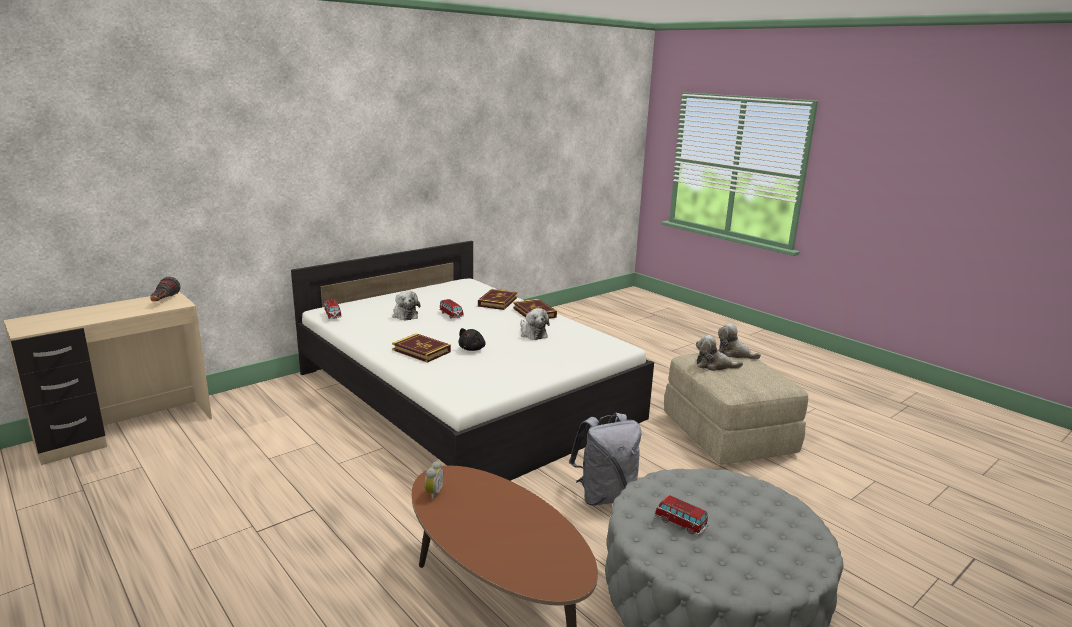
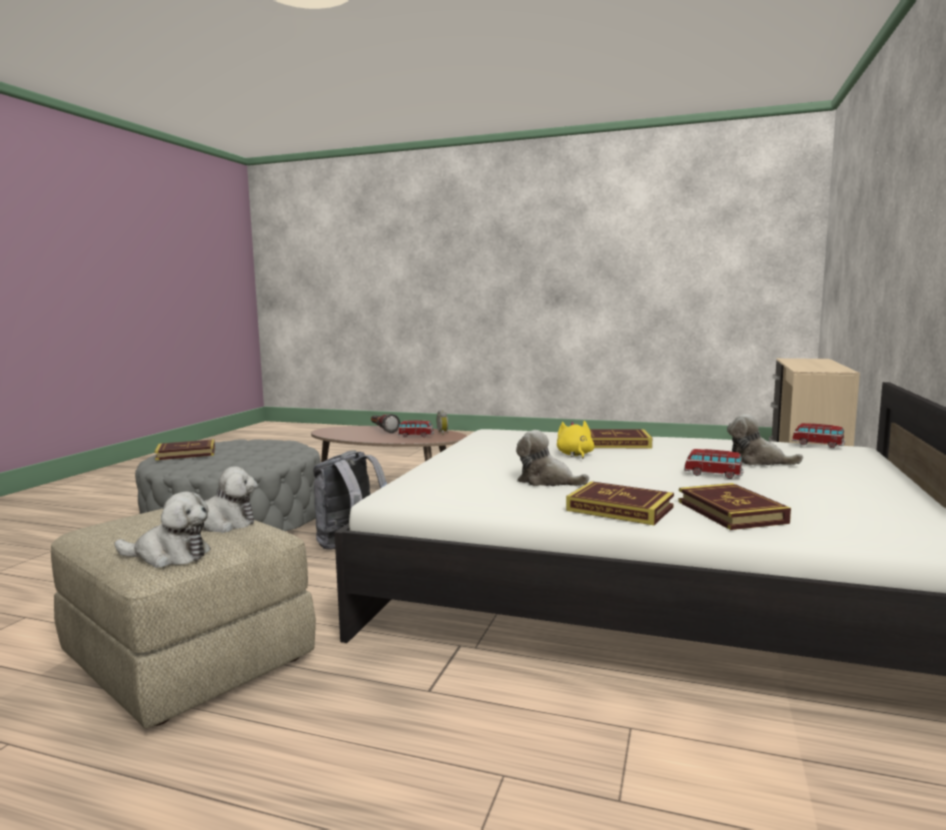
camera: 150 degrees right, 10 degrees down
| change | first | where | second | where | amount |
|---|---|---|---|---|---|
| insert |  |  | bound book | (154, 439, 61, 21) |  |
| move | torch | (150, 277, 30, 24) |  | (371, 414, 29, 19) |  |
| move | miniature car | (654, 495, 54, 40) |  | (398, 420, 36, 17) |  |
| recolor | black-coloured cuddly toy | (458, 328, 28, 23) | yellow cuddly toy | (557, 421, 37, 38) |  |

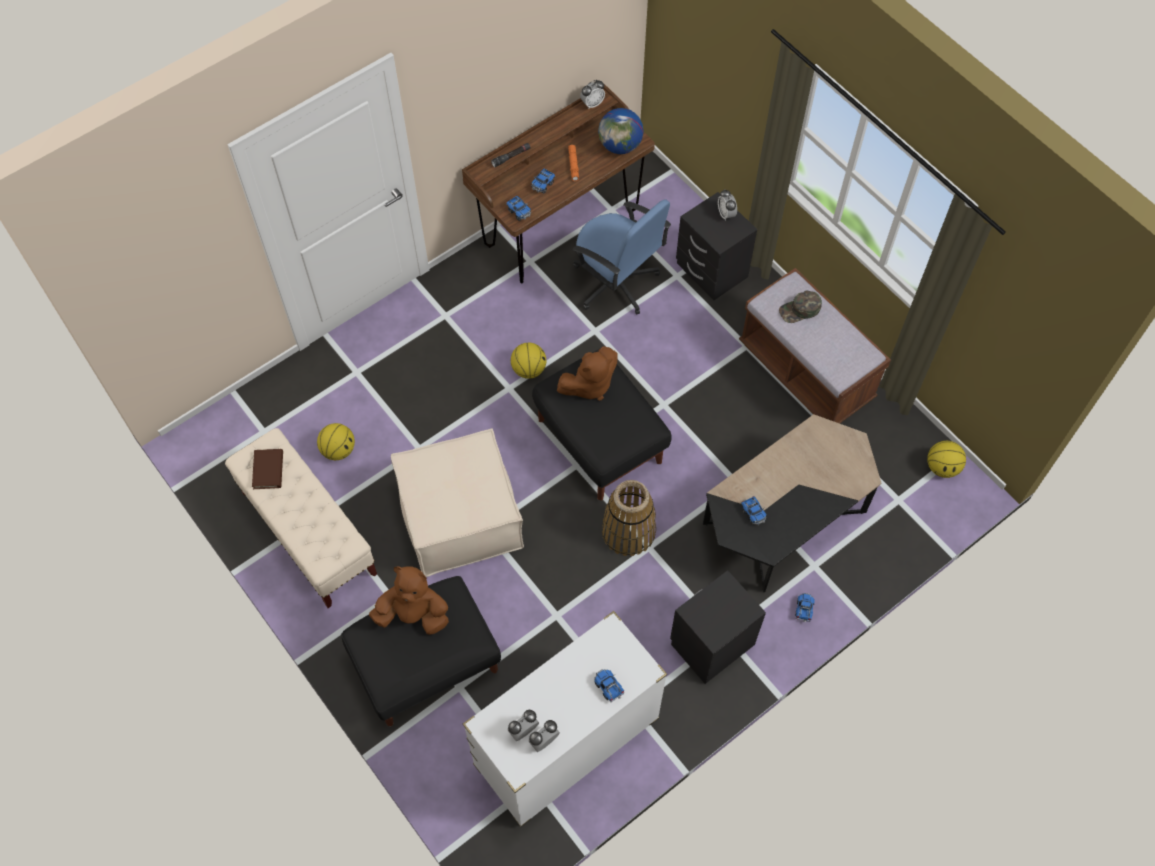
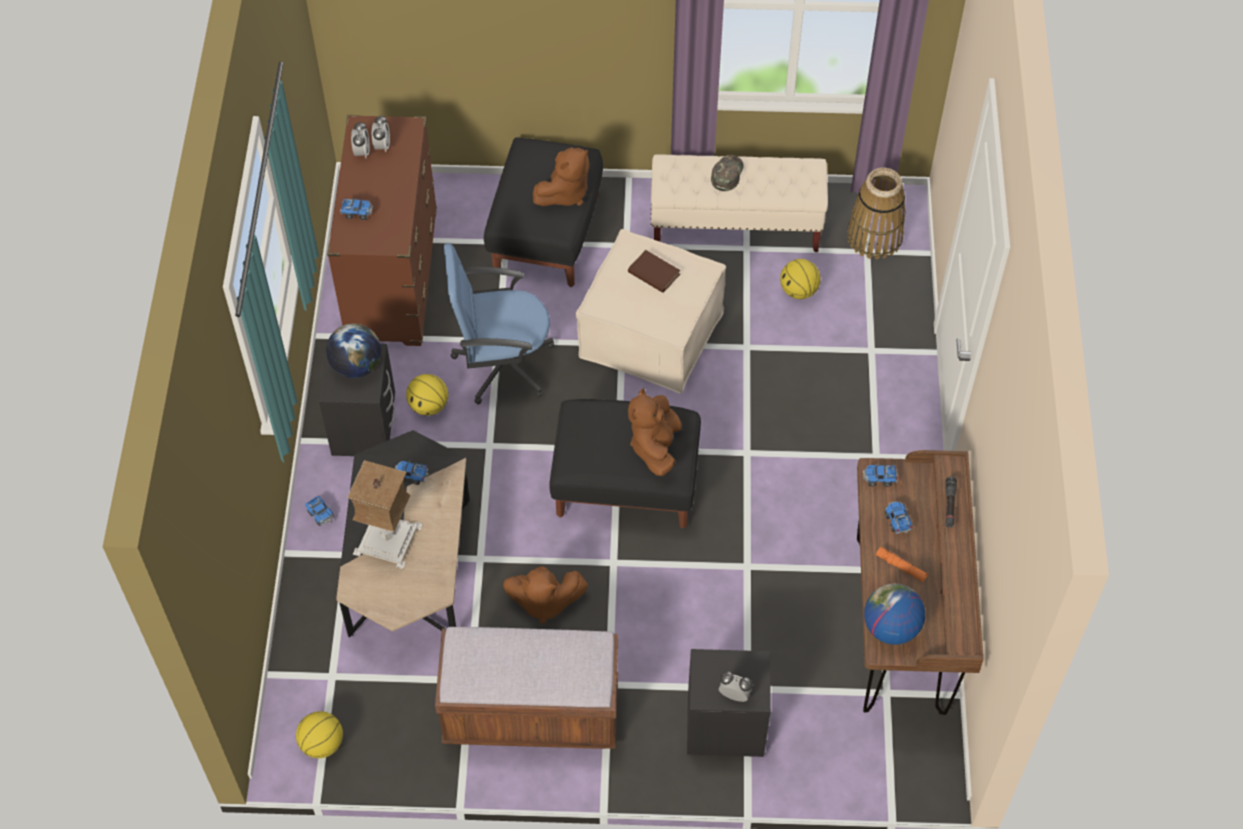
camera: 130 degrees right, 5 degrees down
| change | first | where | second | where | amount |
|---|---|---|---|---|---|
| delete | bedside clock | (580, 80, 25, 28) |  |  |  |
| insert |  |  | desk globe | (326, 323, 55, 55) |  |
| insert |  |  | tabletop lamp | (347, 460, 76, 109) |  |
| insert |  |  | brown cuddly toy | (503, 566, 85, 58) |  |
| move | brown bound book | (252, 449, 31, 40) |  | (628, 250, 52, 43) |  |
| move | basketball | (511, 343, 35, 36) |  | (406, 374, 42, 42) |  |
| move | bluish computer chair | (573, 200, 98, 115) |  | (444, 243, 110, 162) |  |
| move | household basket | (602, 480, 54, 76) |  | (847, 167, 59, 92) |  |
| move | greenish baseball cap | (779, 290, 43, 33) |  | (711, 155, 33, 36) |  |
| recolor | white dresser | (463, 611, 204, 216) | brown dresser | (327, 115, 110, 231) |  |

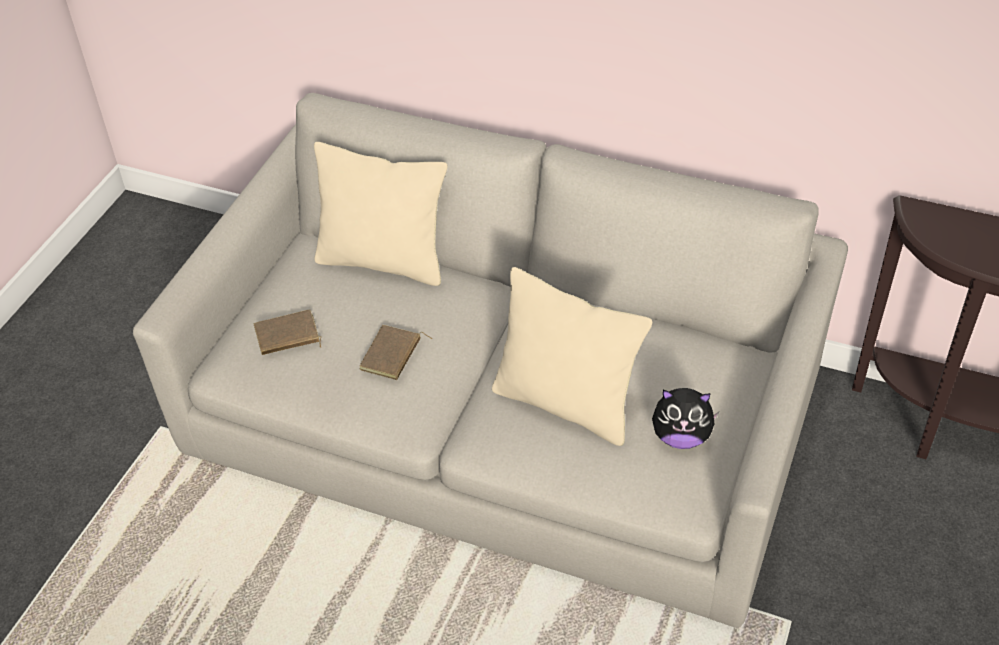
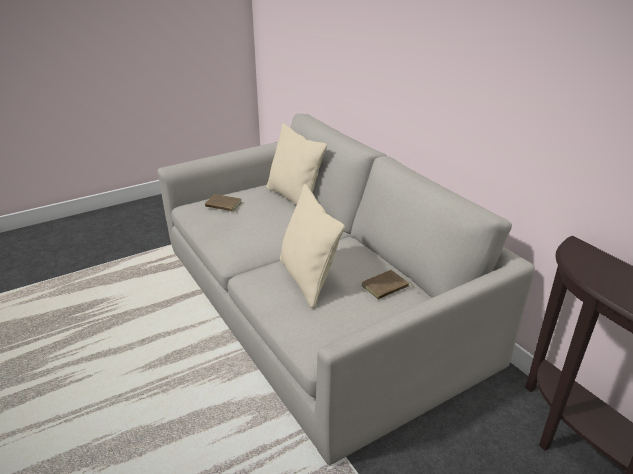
camera: 35 degrees right, 15 degrees down
| change | first | where | second | where | amount |
|---|---|---|---|---|---|
| delete | cuddly toy | (652, 388, 67, 61) |  |  |  |
| move | brown bound book | (359, 325, 73, 55) |  | (362, 270, 52, 29) |  |

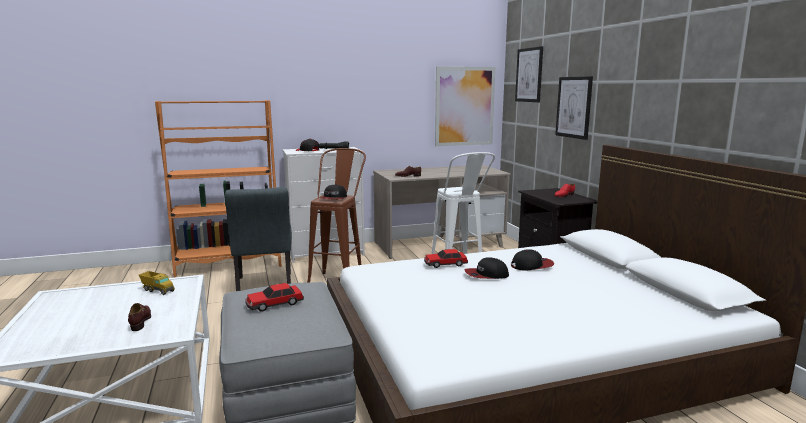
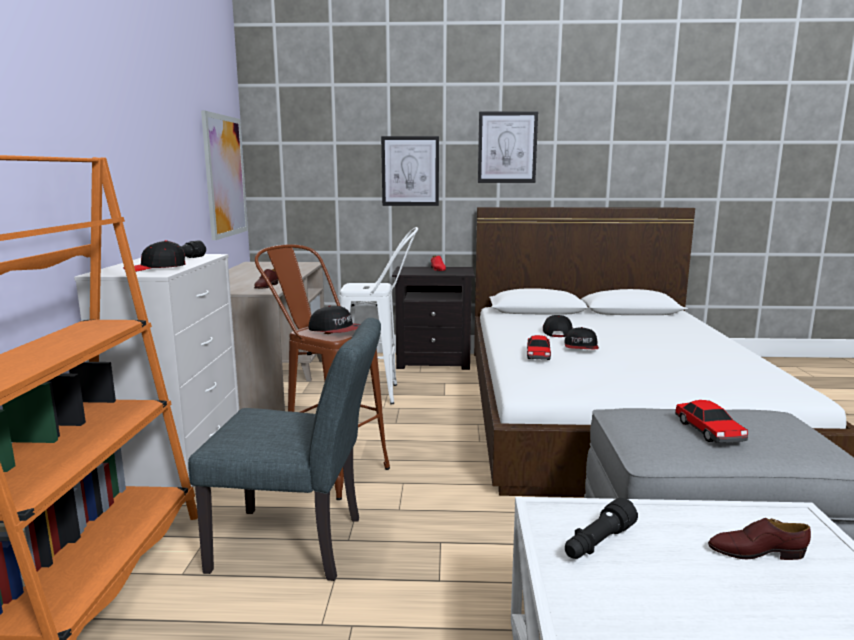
camera: 70 degrees left, 0 degrees up
| change | first | where | second | where | amount |
|---|---|---|---|---|---|
| move | wall art | (515, 46, 28, 56) |  | (478, 111, 60, 72) |  |
| replace | toy lorry | (139, 271, 36, 24) | black-coloured torch | (565, 498, 73, 61) |  |

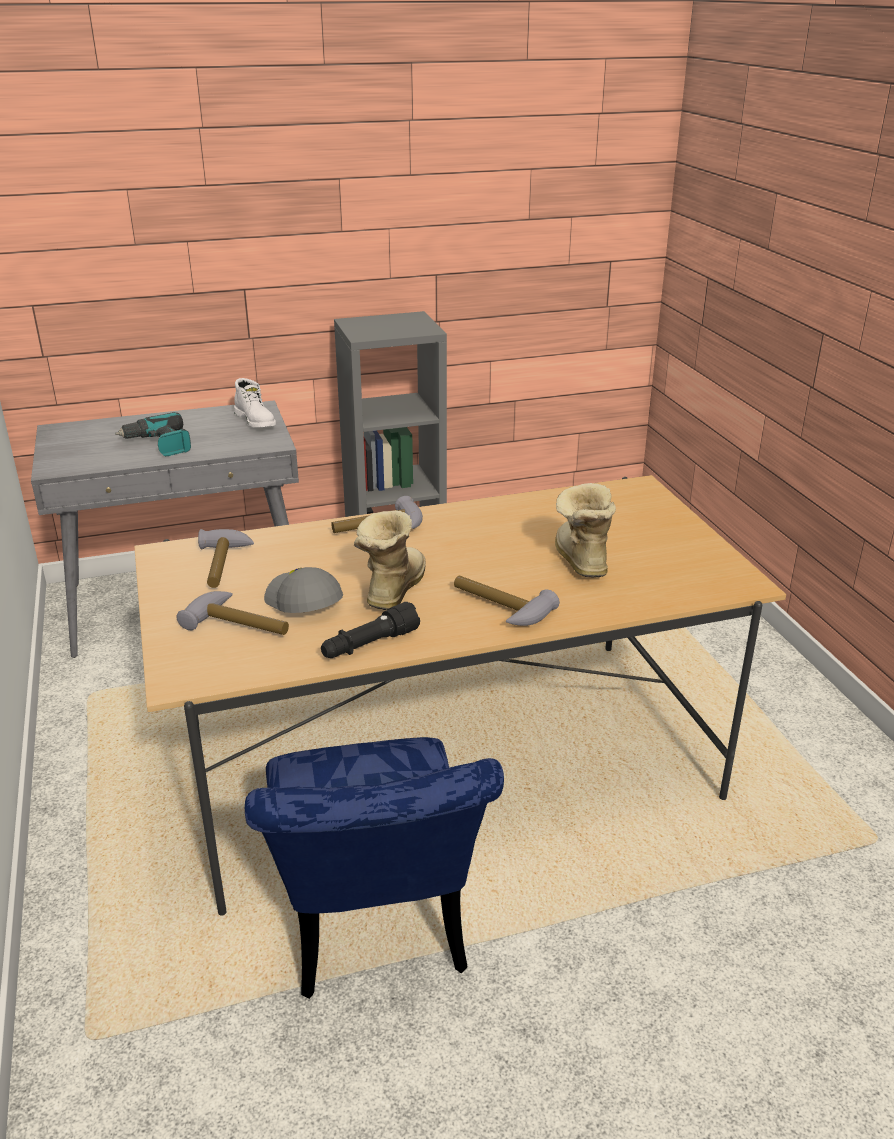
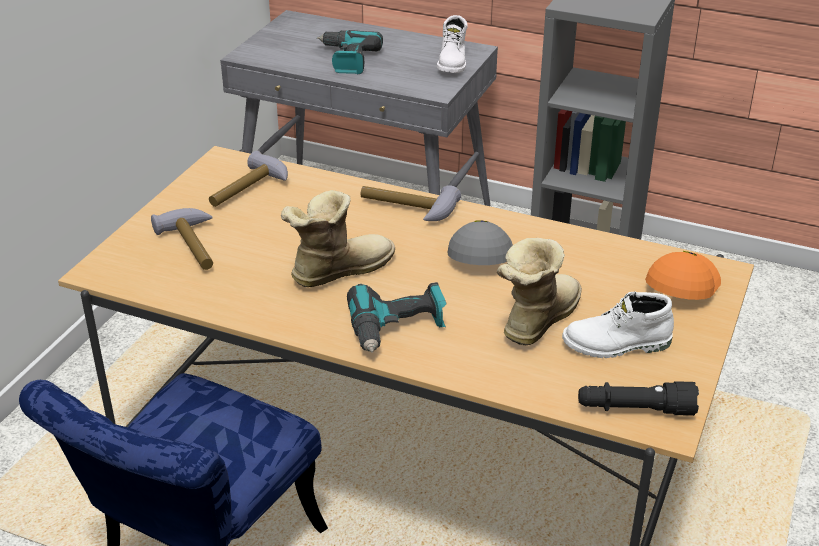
camera: 40 degrees right, 5 degrees up
| change | first | where | second | where | amount |
|---|---|---|---|---|---|
| insert |  |  | white high-top boot | (562, 291, 112, 67) |  |
| insert |  |  | orangey baseball cap | (645, 251, 76, 49) |  |
| move | greyish baseball cap | (264, 567, 79, 46) |  | (447, 220, 66, 45) |  |
| move | black-coloured torch | (321, 602, 99, 56) |  | (578, 381, 121, 35) |  |
| replace | tool hammer | (454, 575, 106, 51) | drill | (347, 282, 100, 71) |  |

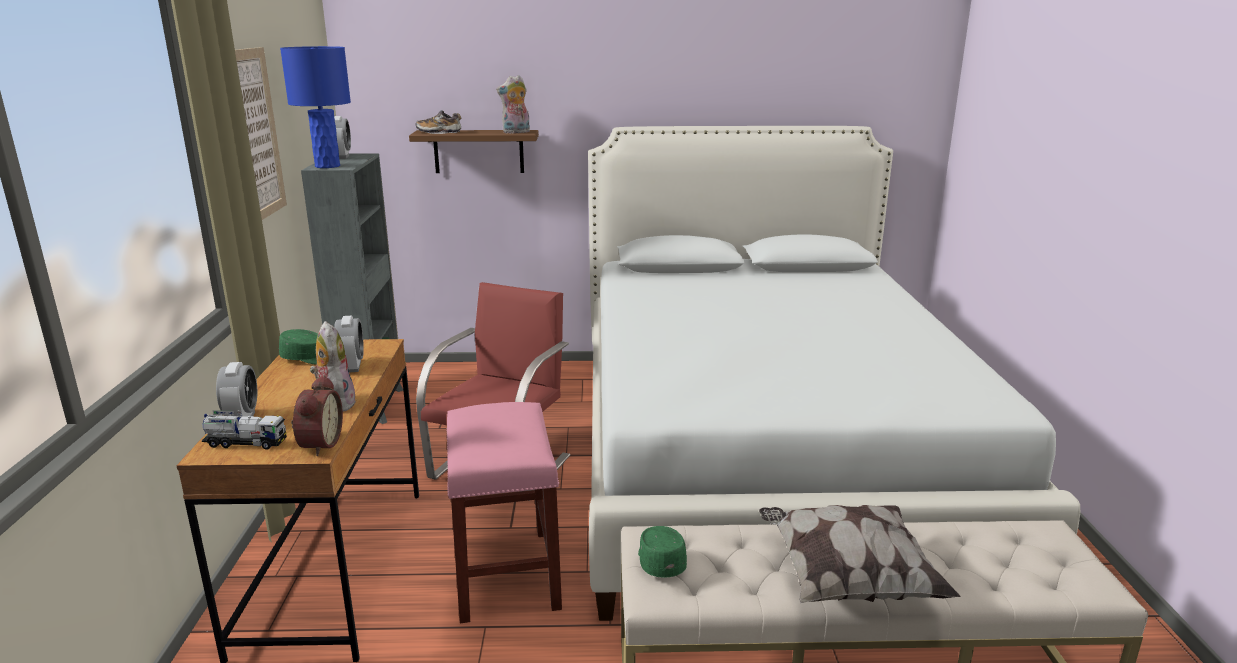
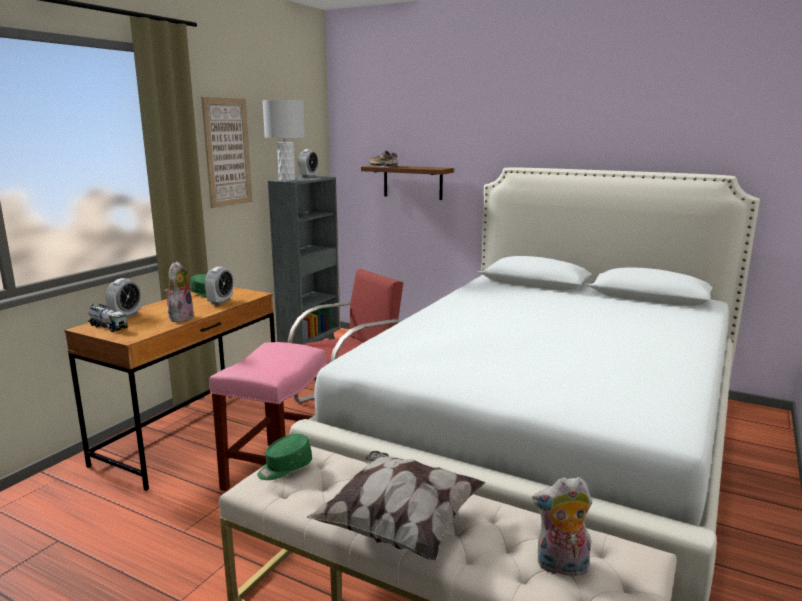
camera: 30 degrees right, 5 degrees down
| change | first | where | second | where | amount |
|---|---|---|---|---|---|
| delete | bedside clock | (291, 375, 52, 81) |  |  |  |
| move | cuddly toy | (496, 75, 34, 59) |  | (532, 477, 60, 99) |  |
| recolor | bluish tabletop lamp | (280, 46, 71, 122) | white tabletop lamp | (263, 100, 42, 81) |  |
| rotate | greenish baseball cap | (638, 526, 49, 52) |  | (257, 434, 55, 46) | 150 degrees counterclockwise |

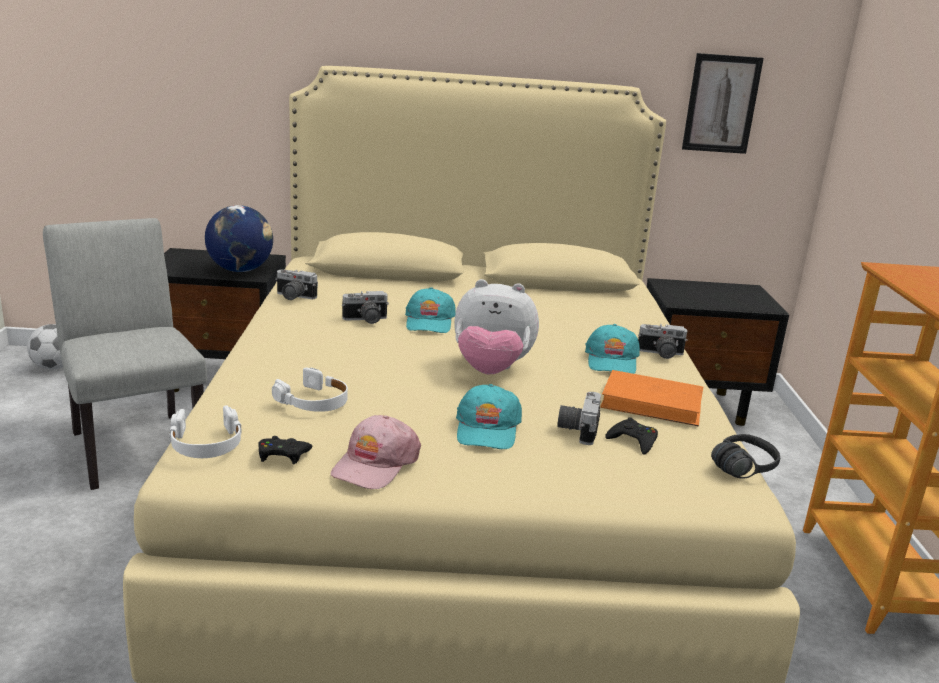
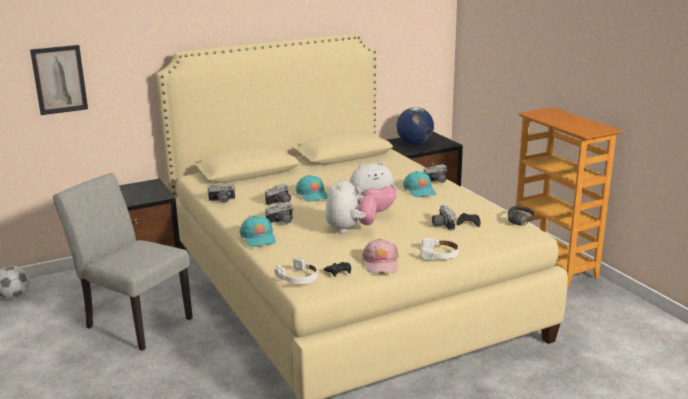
camera: 25 degrees left, 0 degrees up
| change | first | where | second | where | amount |
|---|---|---|---|---|---|
| delete | orangey bound book | (600, 370, 103, 57) |  |  |  |
| insert |  |  | still camera | (266, 202, 27, 22) |  |
| insert |  |  | cuddly toy | (325, 177, 51, 56) |  |
| move | desk globe | (205, 205, 68, 67) |  | (396, 107, 38, 38) |  |
| move | white pair of headphones | (272, 367, 76, 45) |  | (421, 238, 38, 22) |  |
| move | turquoise baseball cap | (456, 384, 66, 66) |  | (239, 215, 37, 32) |  |
| move | wall art | (682, 53, 82, 101) |  | (30, 45, 58, 70) |  |

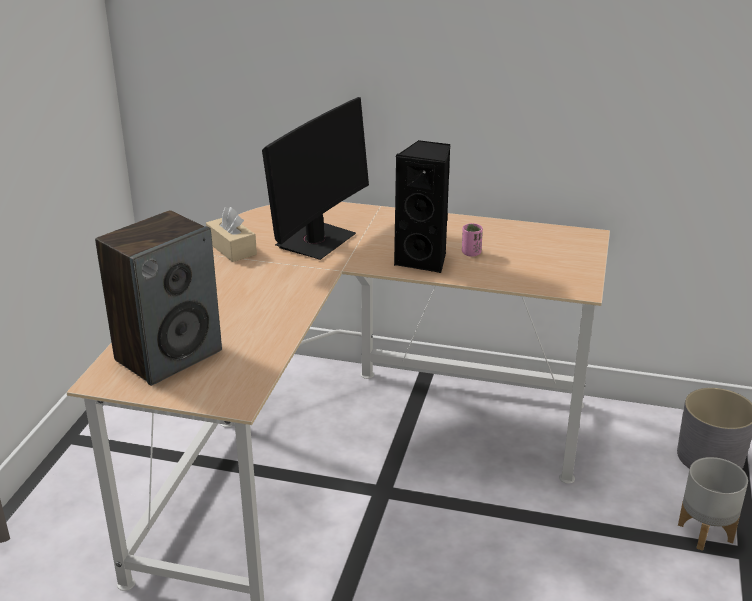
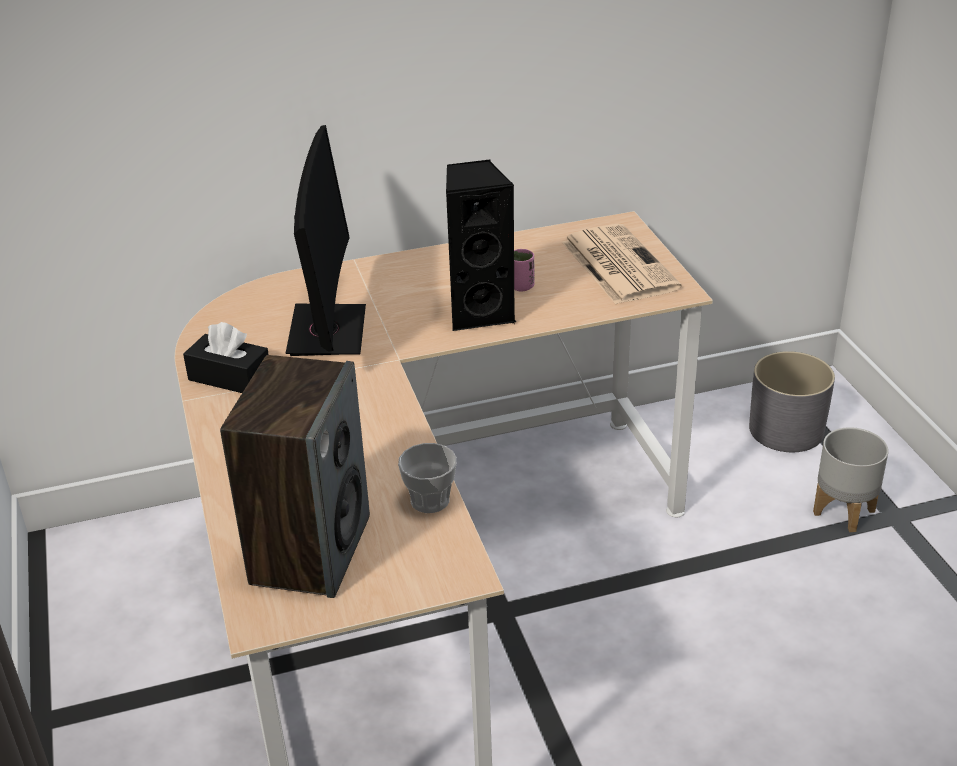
camera: 30 degrees left, 5 degrees up
| change | first | where | second | where | amount |
|---|---|---|---|---|---|
| insert |  |  | small cup | (398, 443, 59, 70) |  |
| insert |  |  | newspaper | (562, 224, 120, 80) |  |
| recolor | beige box of tissues | (206, 207, 51, 55) | black-coloured box of tissues | (183, 322, 86, 71) |  |

